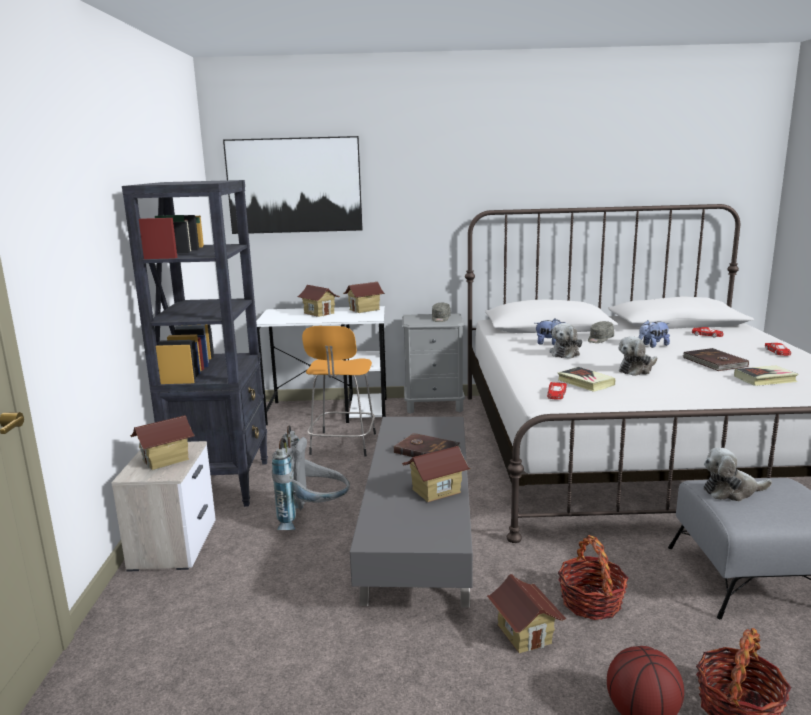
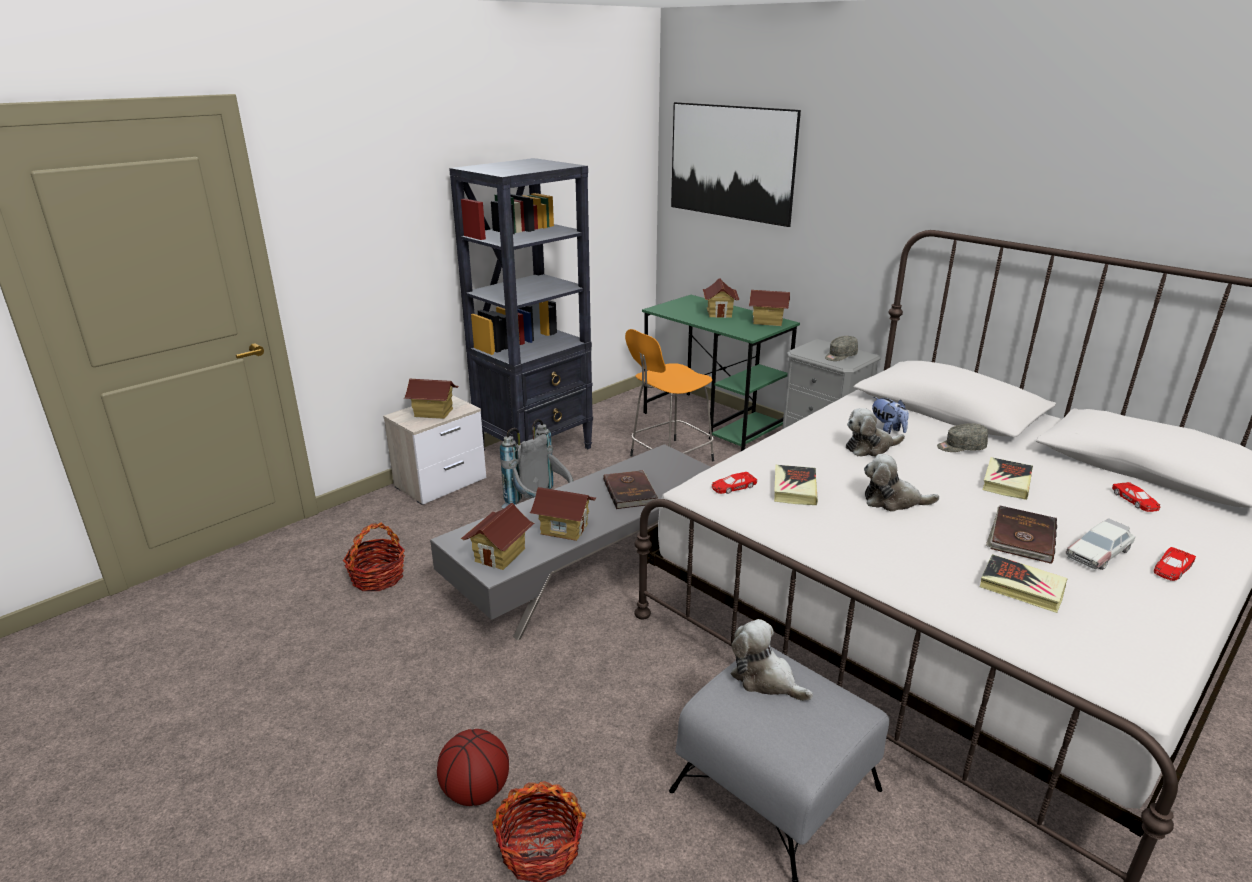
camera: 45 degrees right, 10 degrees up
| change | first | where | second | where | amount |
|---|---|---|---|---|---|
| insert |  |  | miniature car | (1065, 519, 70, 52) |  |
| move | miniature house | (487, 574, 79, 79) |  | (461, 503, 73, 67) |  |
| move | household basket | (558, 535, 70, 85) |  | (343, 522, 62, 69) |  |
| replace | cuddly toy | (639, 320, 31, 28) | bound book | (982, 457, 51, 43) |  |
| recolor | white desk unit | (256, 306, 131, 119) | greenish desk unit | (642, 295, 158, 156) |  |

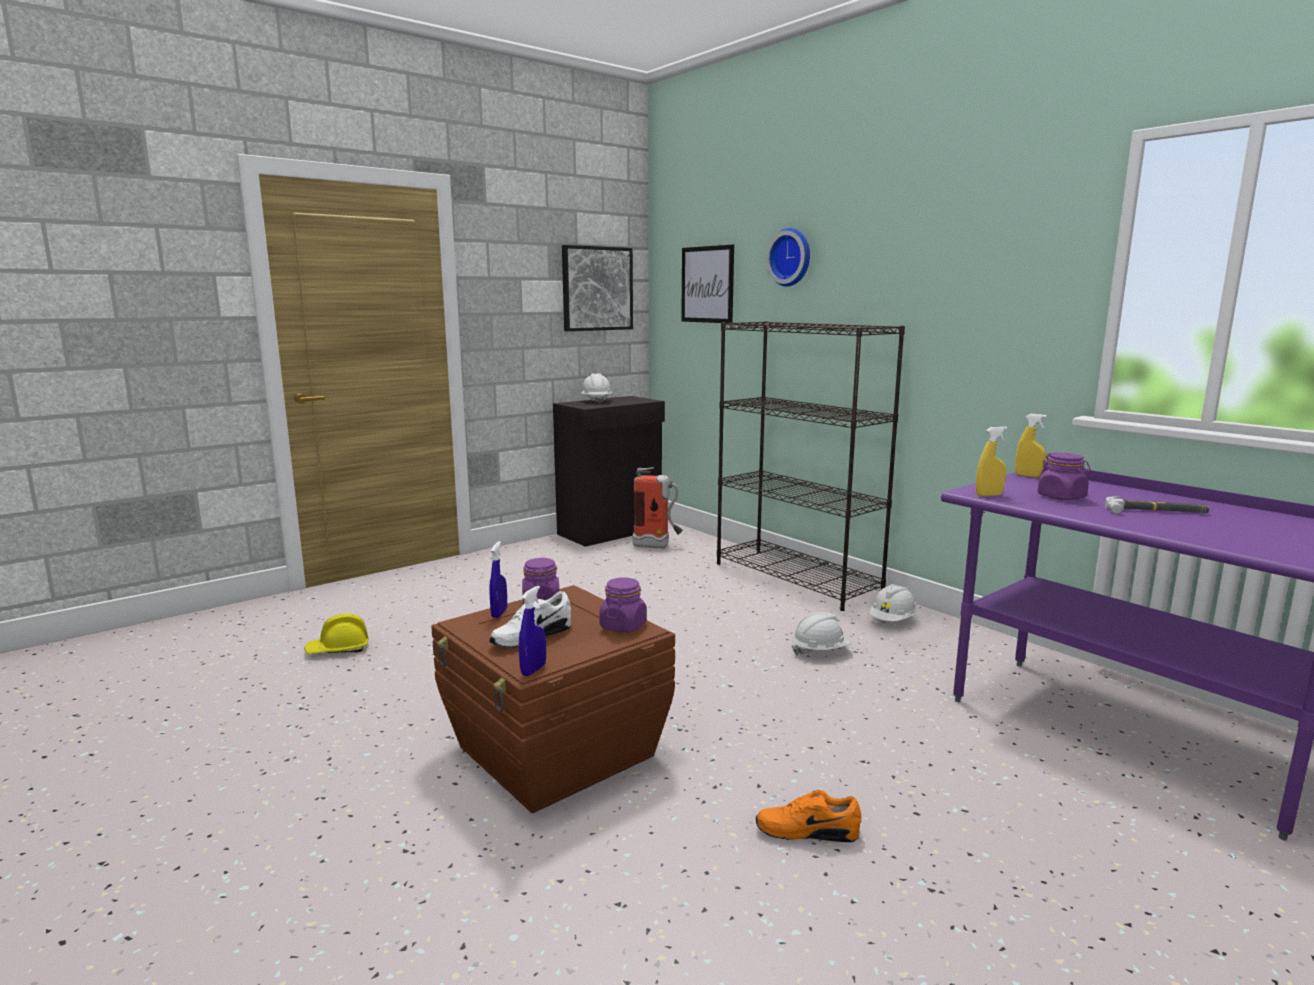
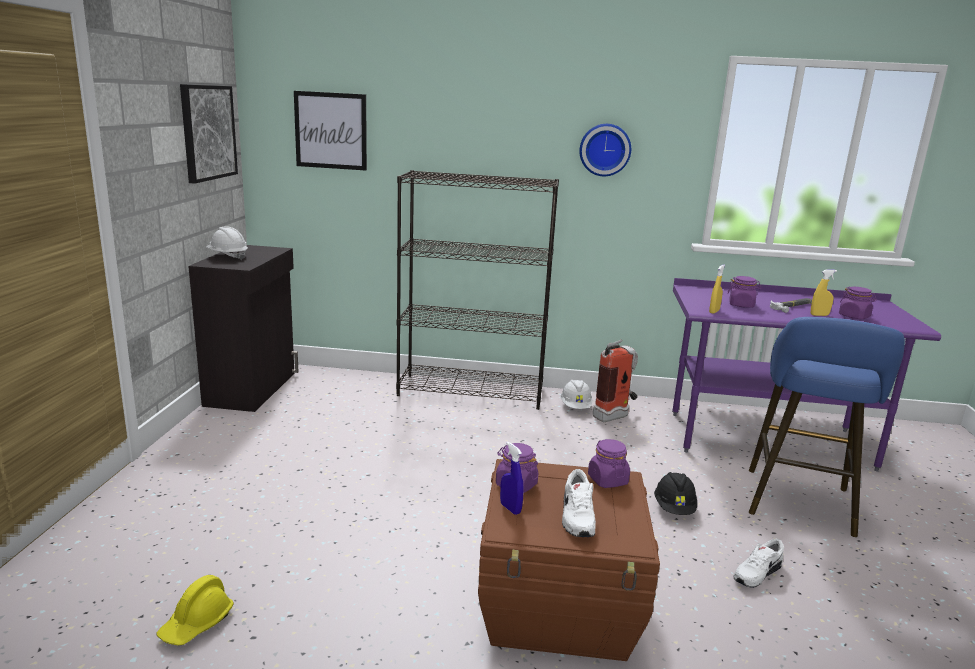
camera: 45 degrees left, 5 degrees up
| change | first | where | second | where | amount |
|---|---|---|---|---|---|
| delete | bluish spray bottle | (519, 586, 27, 90) |  |  |  |
| delete | white hard hat | (792, 612, 59, 43) |  |  |  |
| insert |  |  | black-coloured hard hat | (654, 472, 43, 43) |  |
| insert |  |  | bluish stool seat | (749, 317, 156, 220) |  |
| insert |  |  | purple storage jar | (839, 287, 38, 32) |  |
| move | fire-fighting cylinder | (633, 467, 50, 81) |  | (593, 340, 45, 82) |  |
| move | wall clock | (766, 228, 44, 59) |  | (579, 124, 52, 52) |  |
| move | yellow spray bottle | (1015, 414, 32, 63) |  | (811, 270, 26, 46) |  |
| recolor | orangey shoe | (756, 790, 105, 52) | white shoe | (734, 538, 50, 50) |  |

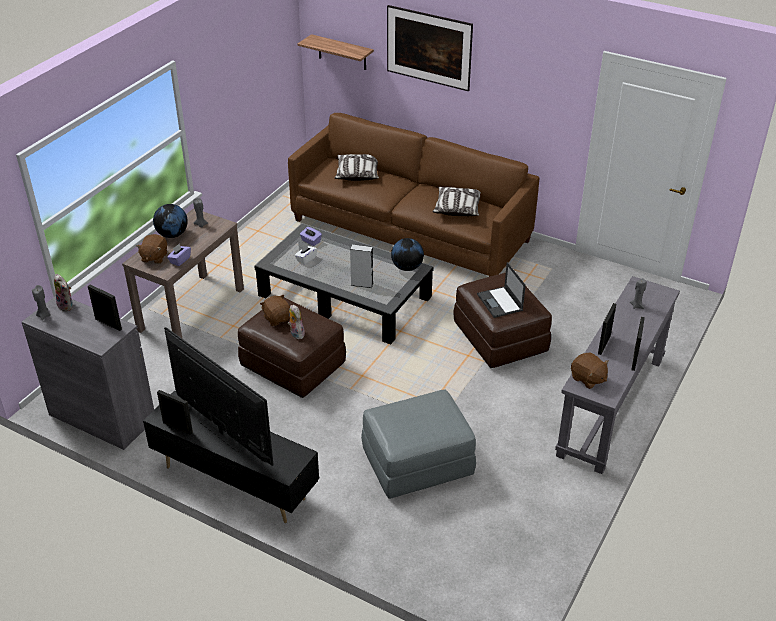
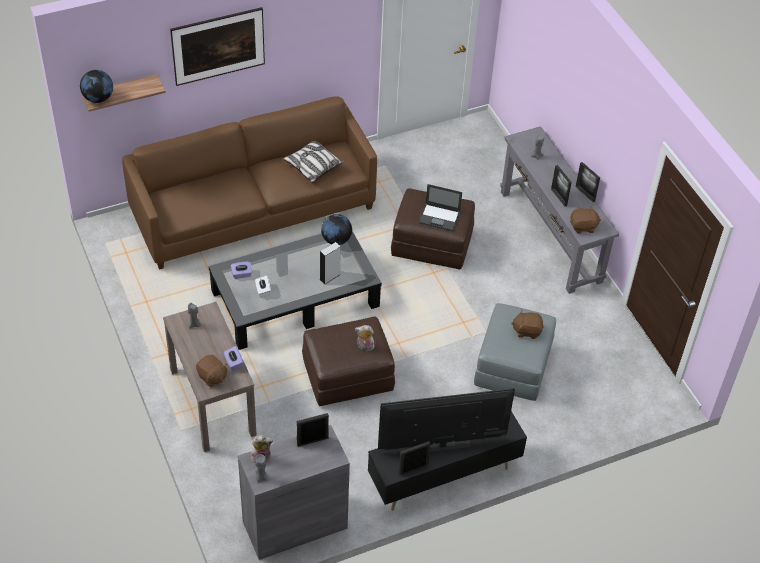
camera: 55 degrees left, 10 degrees up
| change | first | where | second | where | amount |
|---|---|---|---|---|---|
| delete | pillow | (335, 154, 44, 27) |  |  |  |
| move | desk globe | (153, 204, 35, 34) |  | (80, 70, 33, 33) |  |
| move | brown cuddly toy | (260, 295, 30, 31) |  | (511, 310, 33, 29) |  |

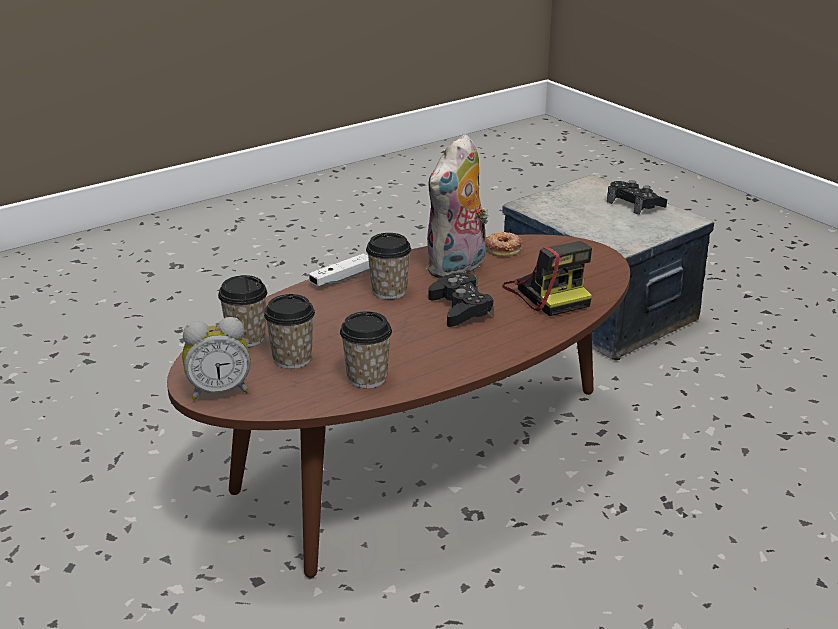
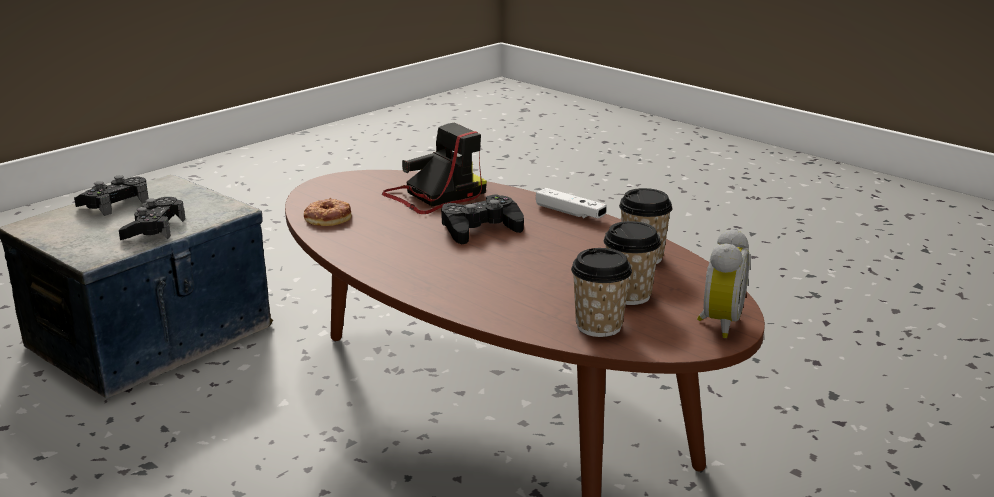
camera: 100 degrees left, 5 degrees down
| change | first | where | second | where | amount |
|---|---|---|---|---|---|
| delete | small cup | (366, 233, 45, 66) |  |  |  |
| delete | cuddly toy | (426, 134, 63, 144) |  |  |  |
| insert |  |  | black-coloured game controller | (119, 197, 66, 43) |  |
| move | white game controller | (309, 253, 61, 33) |  | (536, 188, 71, 31) |  |
| rotate | bedside clock | (182, 317, 69, 84) |  | (697, 228, 53, 110) | 45 degrees clockwise |

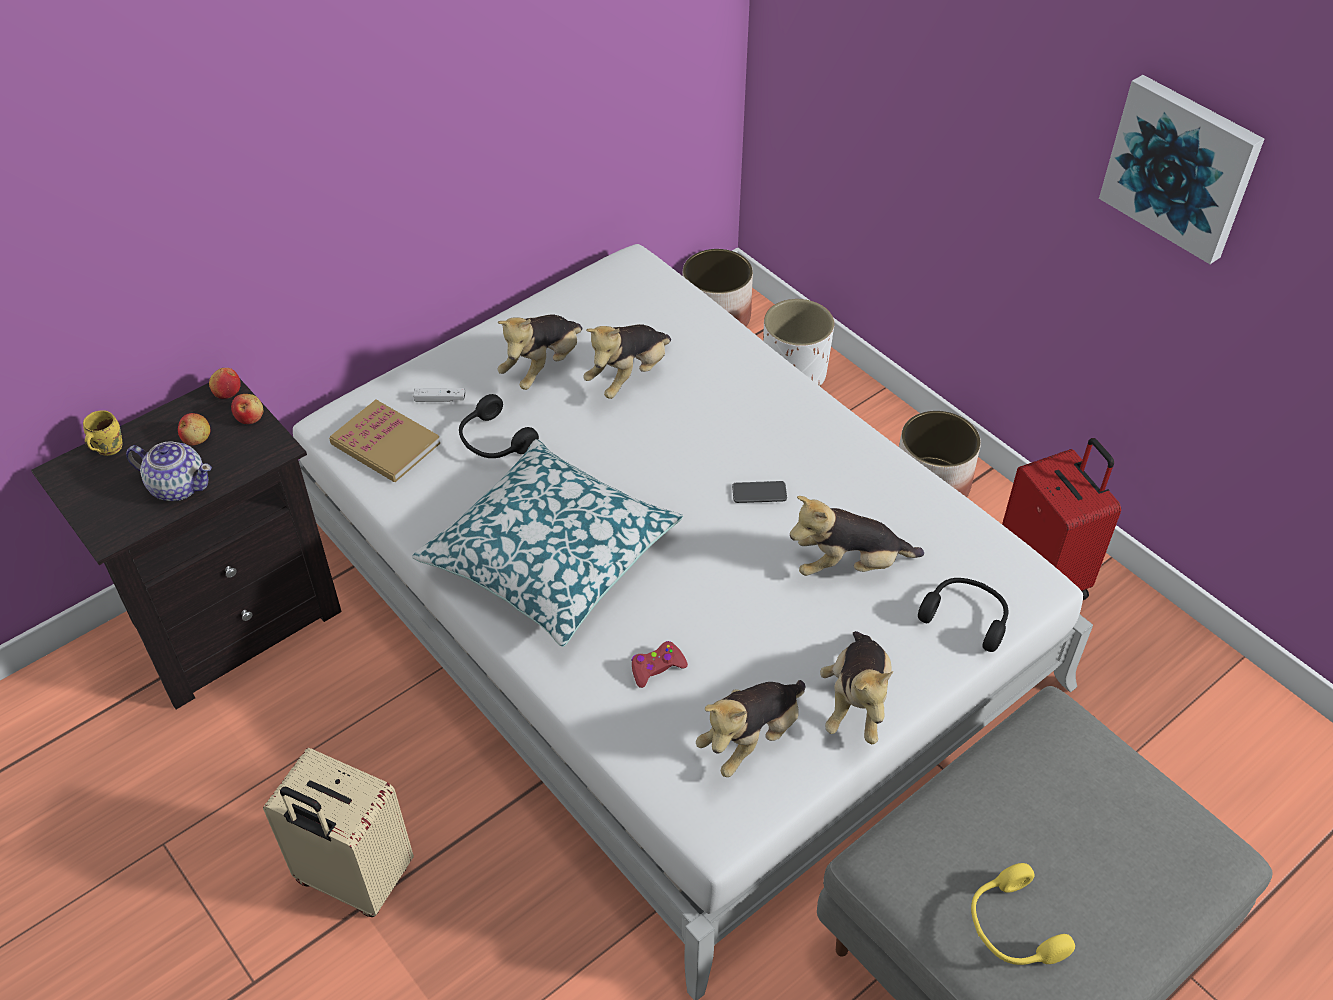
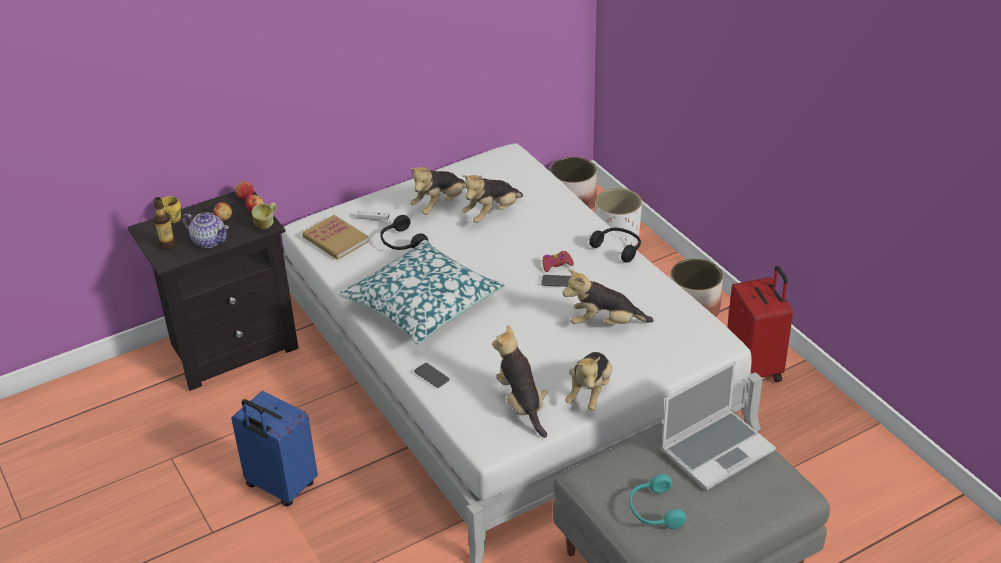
camera: 10 degrees right, 10 degrees down
| change | first | where | second | where | amount |
|---|---|---|---|---|---|
| delete | wall art | (1099, 75, 165, 189) |  |  |  |
| insert |  |  | bottle | (154, 197, 22, 53) |  |
| insert |  |  | tea mug | (252, 202, 25, 27) |  |
| insert |  |  | handset | (414, 363, 36, 25) |  |
| insert |  |  | laptop | (661, 361, 115, 129) |  |
| move | reddish game controller | (631, 641, 57, 47) |  | (543, 251, 31, 21) |  |
| move | black-coloured pair of headphones | (918, 578, 91, 74) |  | (589, 228, 52, 35) |  |
| recolor | beige suitcase | (263, 748, 151, 169) | bluish suitcase | (231, 391, 87, 115) |  |
| recolor | yellow pair of headphones | (971, 863, 104, 102) | turquoise pair of headphones | (629, 474, 57, 55) |  |
| rotate | cuddly toy | (696, 680, 110, 97) |  | (492, 325, 56, 113) | 105 degrees clockwise |

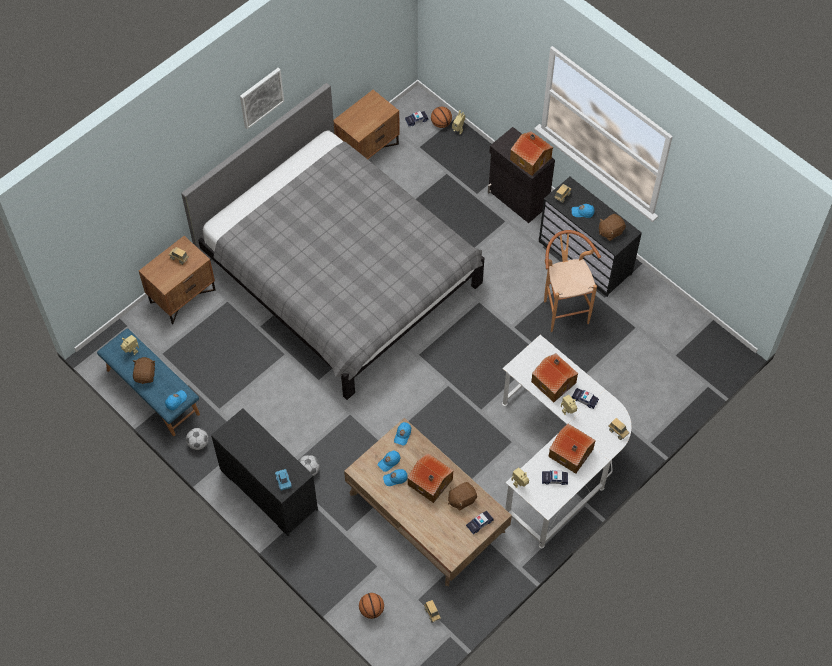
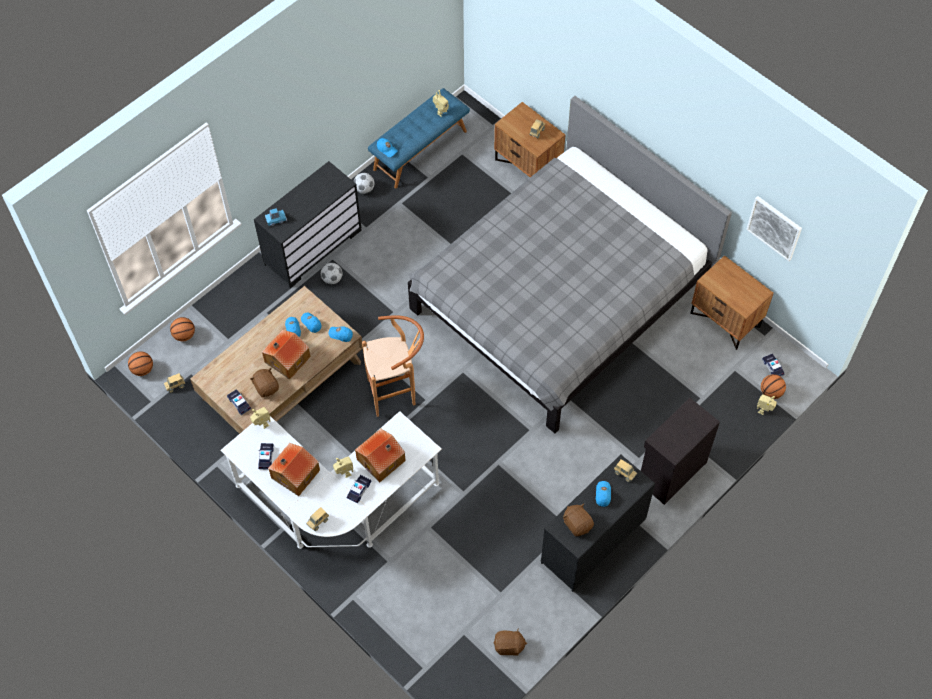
camera: 90 degrees right, 0 degrees up
| change | first | where | second | where | amount |
|---|---|---|---|---|---|
| delete | miniature house | (510, 131, 43, 45) |  |  |  |
| insert |  |  | basketball | (128, 351, 25, 25) |  |
| move | brown cuddly toy | (132, 357, 23, 27) |  | (493, 628, 34, 28) |  |
| move | wall art | (240, 68, 44, 61) |  | (746, 196, 56, 65) |  |
| move | brown stool seat | (544, 230, 57, 102) |  | (362, 315, 62, 102) |  |

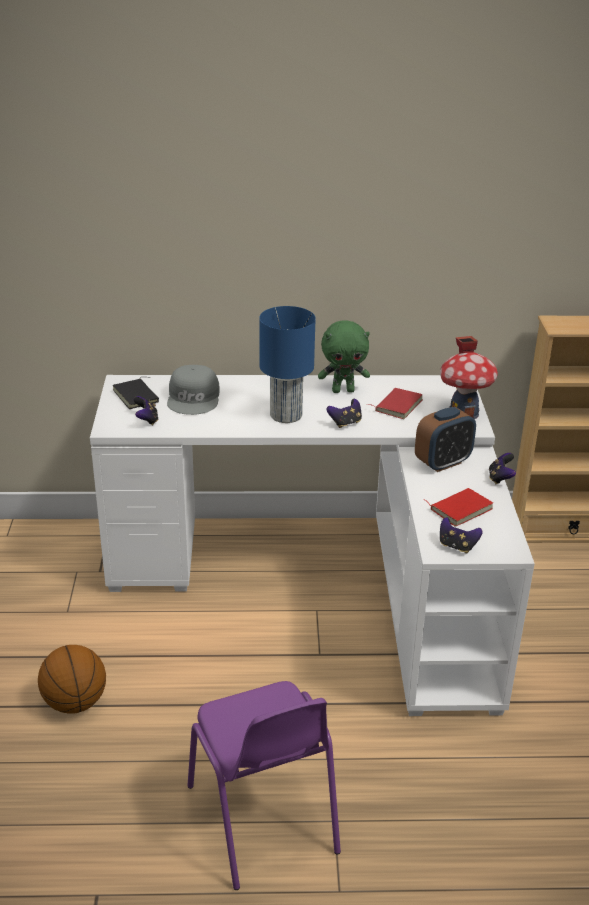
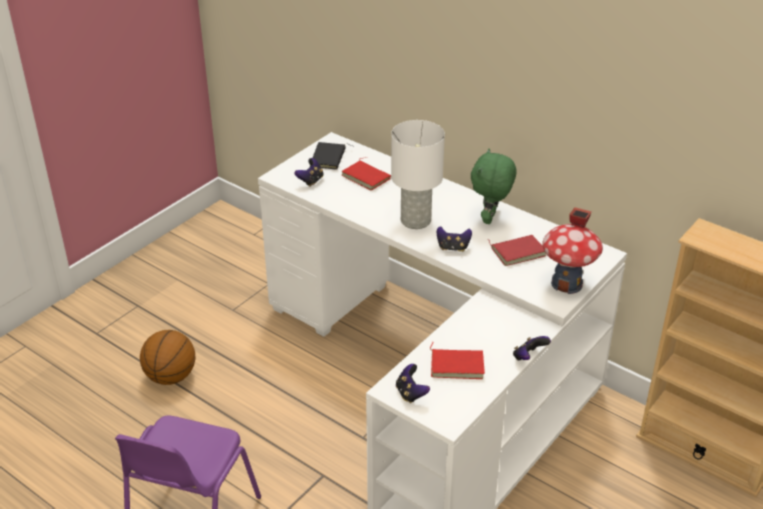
camera: 40 degrees right, 5 degrees up
| change | first | where | second | where | amount |
|---|---|---|---|---|---|
| delete | bedside clock | (415, 407, 61, 65) |  |  |  |
| replace | greyish baseball cap | (167, 365, 53, 50) | reddish bound book | (342, 157, 49, 33) |  |
| recolor | bluish tabletop lamp | (259, 306, 57, 117) | white tabletop lamp | (391, 120, 54, 109) |  |
| rotate | greenish cuddly toy | (318, 320, 52, 73) |  | (471, 148, 46, 76) | 75 degrees clockwise |

